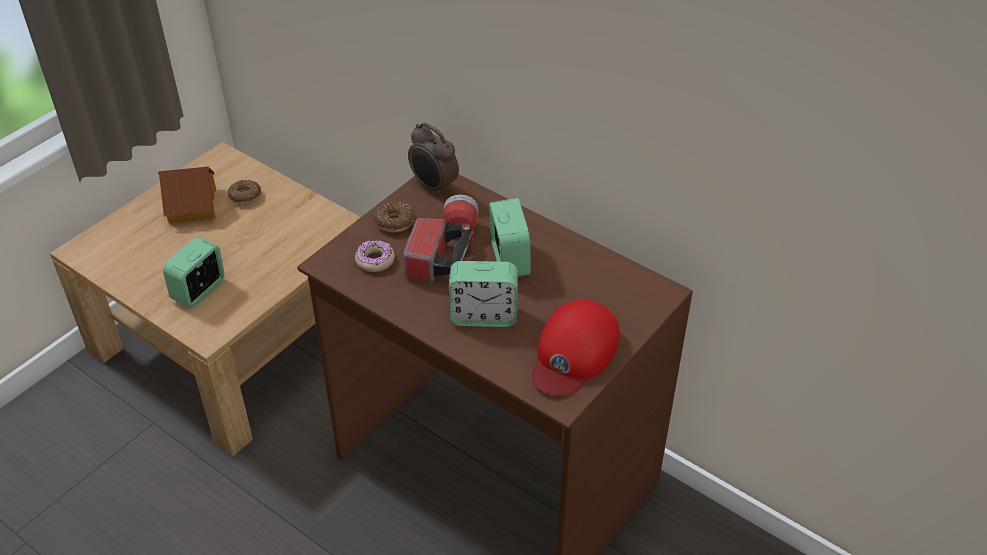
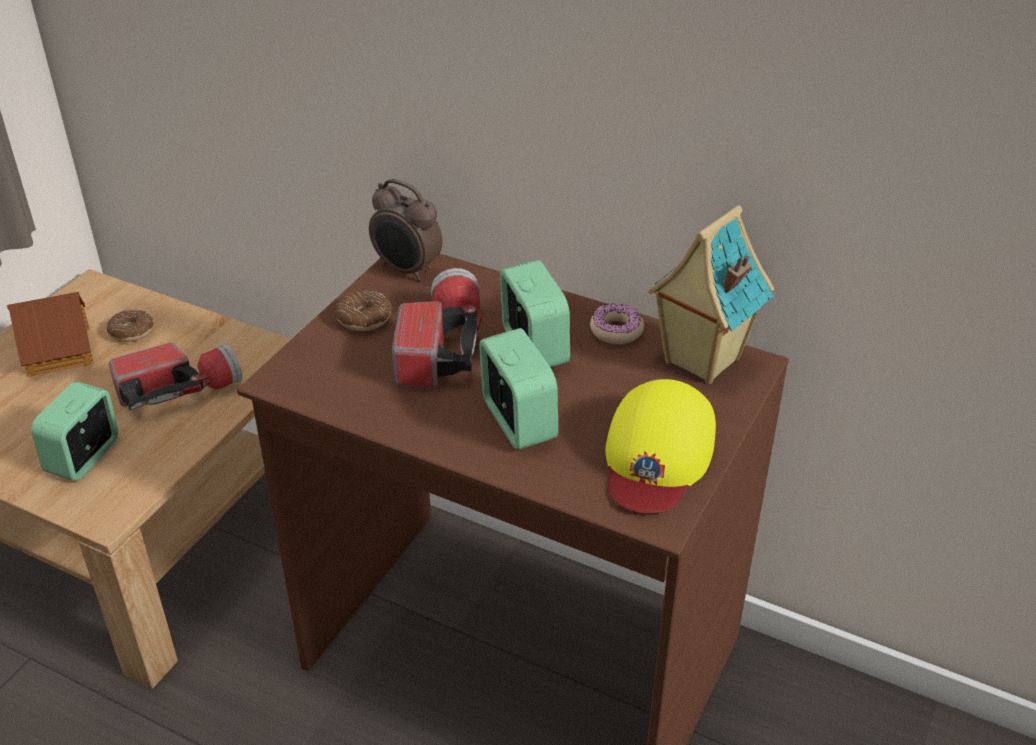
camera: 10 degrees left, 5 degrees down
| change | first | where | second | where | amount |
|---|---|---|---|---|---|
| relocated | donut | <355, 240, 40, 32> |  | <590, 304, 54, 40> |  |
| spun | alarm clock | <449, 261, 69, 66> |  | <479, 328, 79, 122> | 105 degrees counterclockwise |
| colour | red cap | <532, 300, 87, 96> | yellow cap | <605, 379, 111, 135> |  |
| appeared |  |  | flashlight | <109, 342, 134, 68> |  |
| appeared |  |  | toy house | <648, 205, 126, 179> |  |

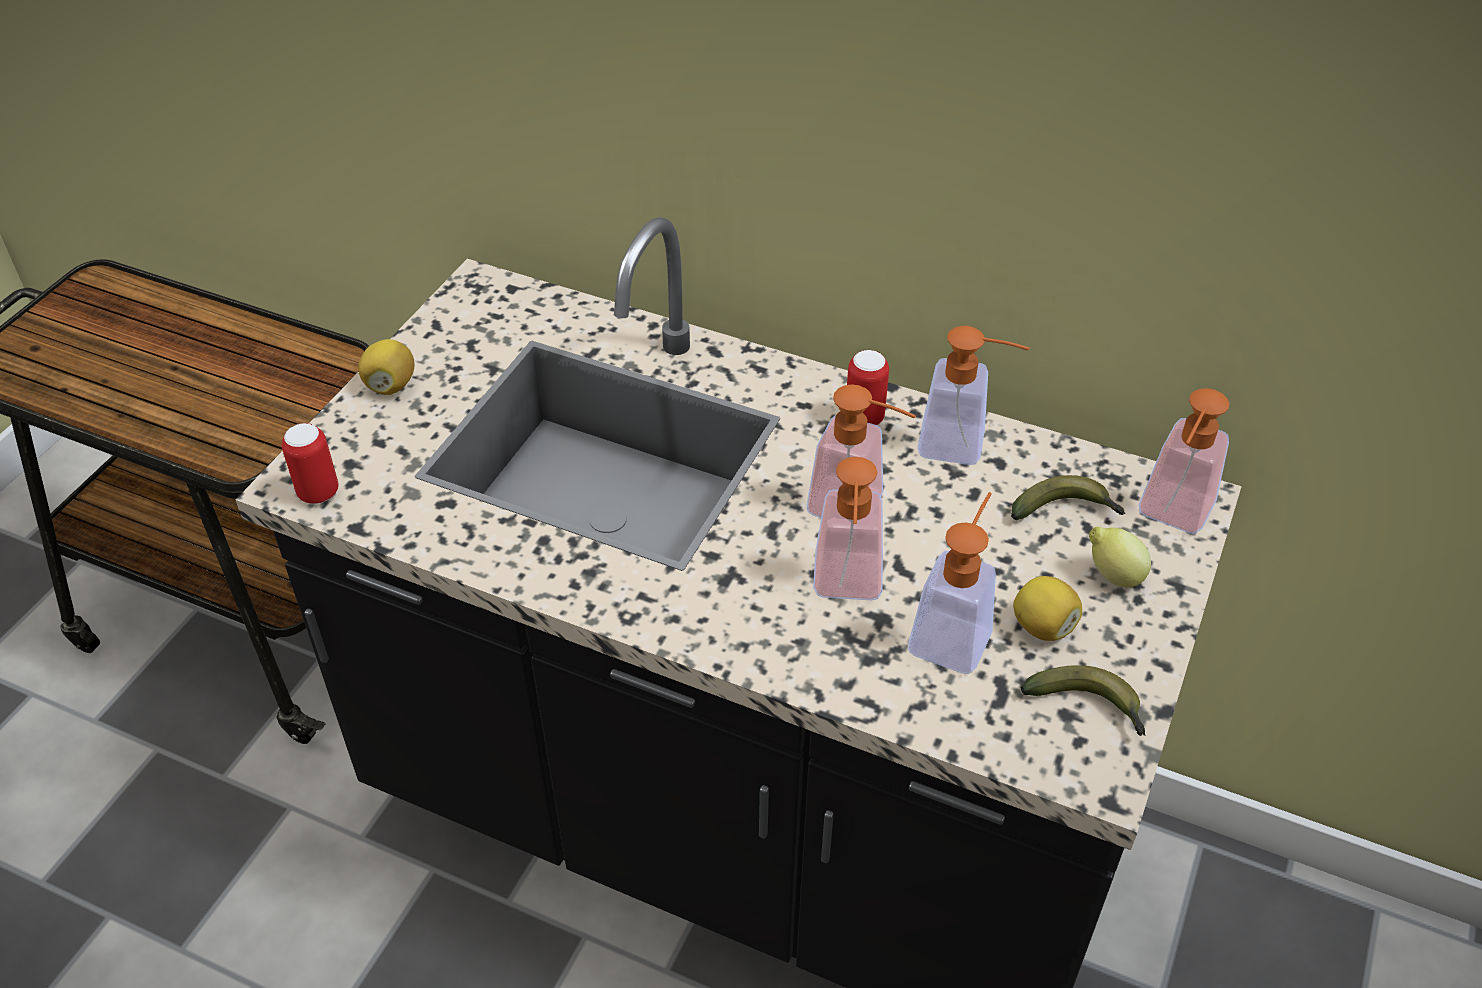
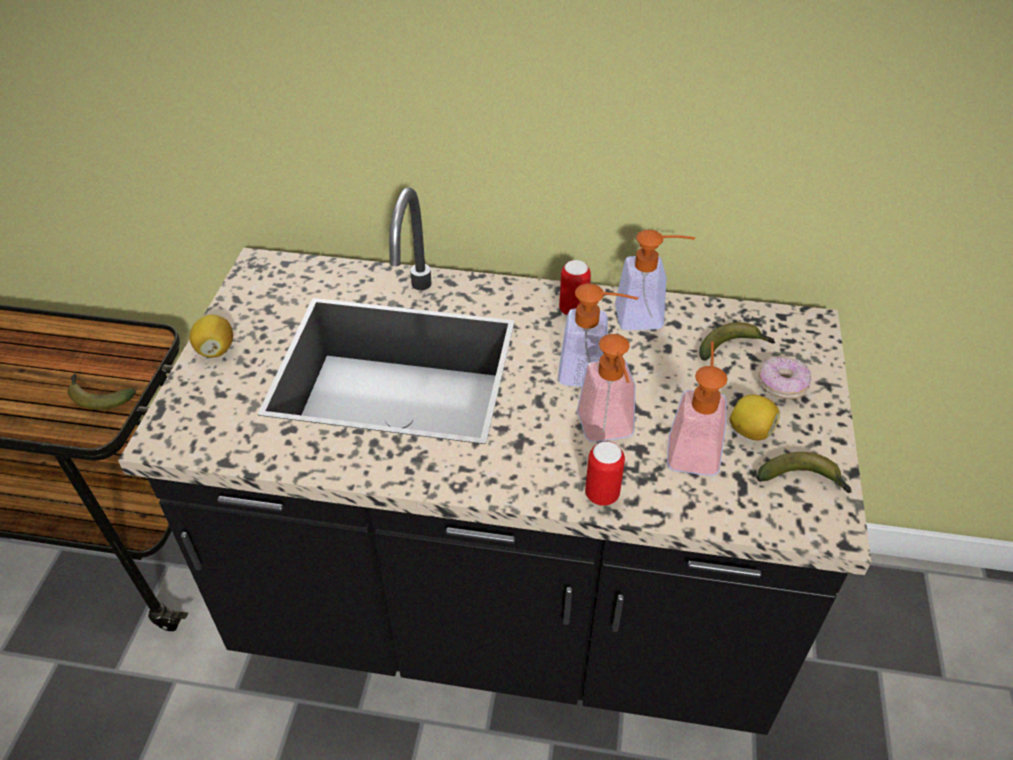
camera: 15 degrees left, 0 degrees up
| change | first | where | second | where | amount |
|---|---|---|---|---|---|
| relocated | can | <282, 423, 57, 81> |  | <585, 441, 40, 65> |  |
| exchanged | lemon | <1089, 527, 62, 60> | donut | <758, 357, 53, 42> |  |
| missing | soap dispenser | <1139, 388, 90, 146> |  |  |  |
| appeared |  |  | banana | <67, 374, 69, 36> |  |

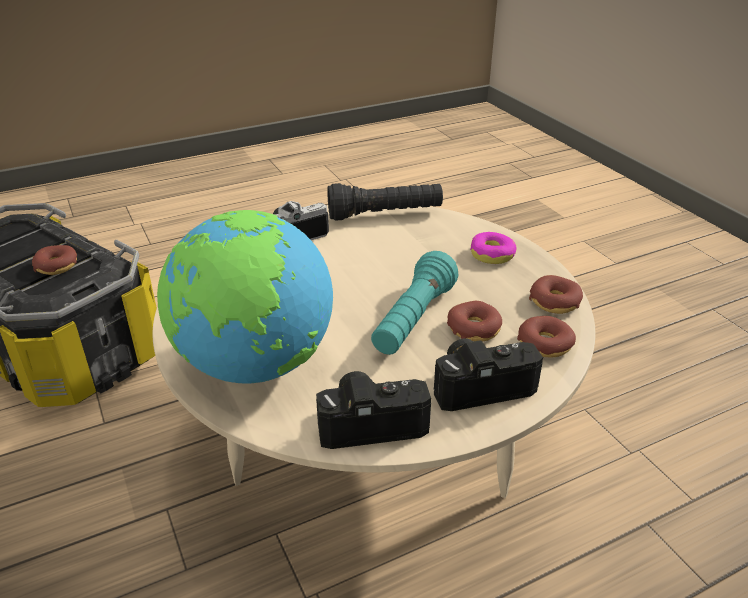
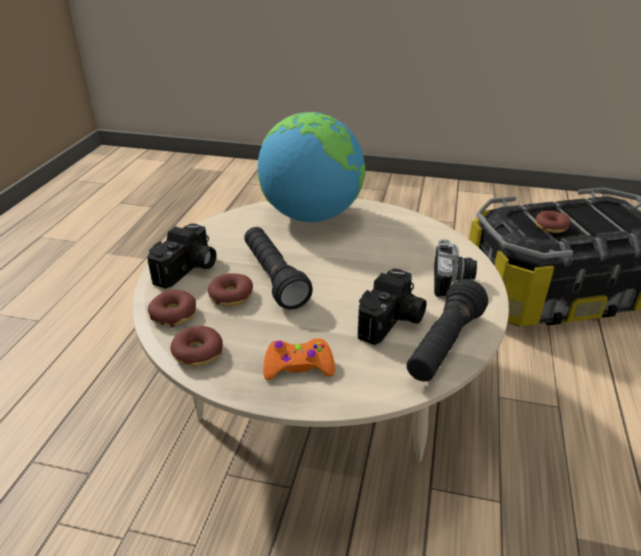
camera: 130 degrees right, 0 degrees up
| change | first | where | second | where | amount |
|---|---|---|---|---|---|
| relocated | photo camera | <316, 371, 115, 78> |  | <358, 268, 69, 77> |  |
| colour | turquoise flashlight | <371, 251, 87, 104> | black flashlight | <244, 227, 69, 83> |  |
| exchanged | donut | <470, 232, 47, 32> | orange game controller | <263, 338, 72, 42> |  |

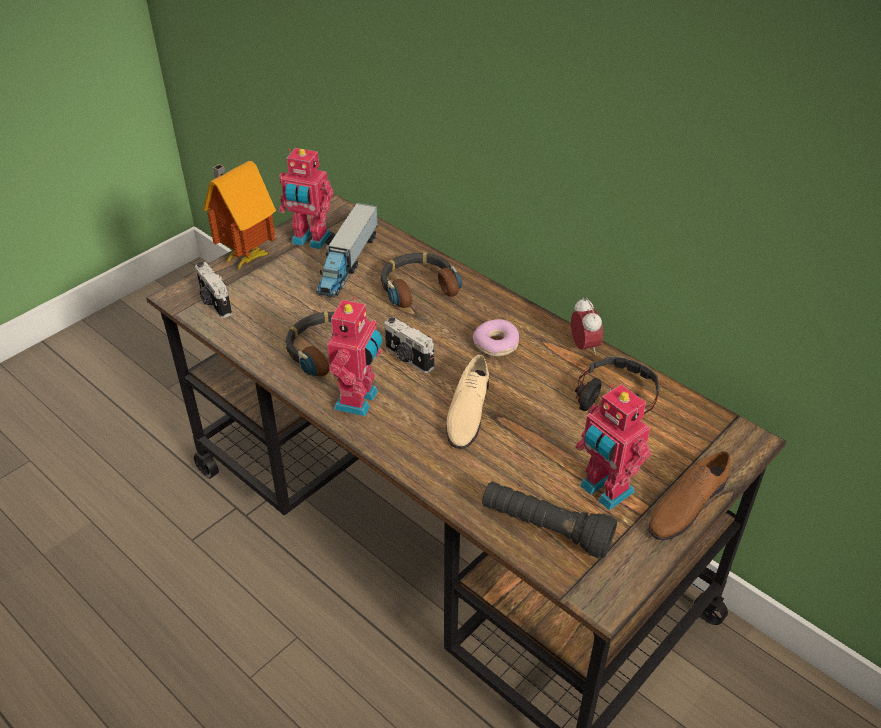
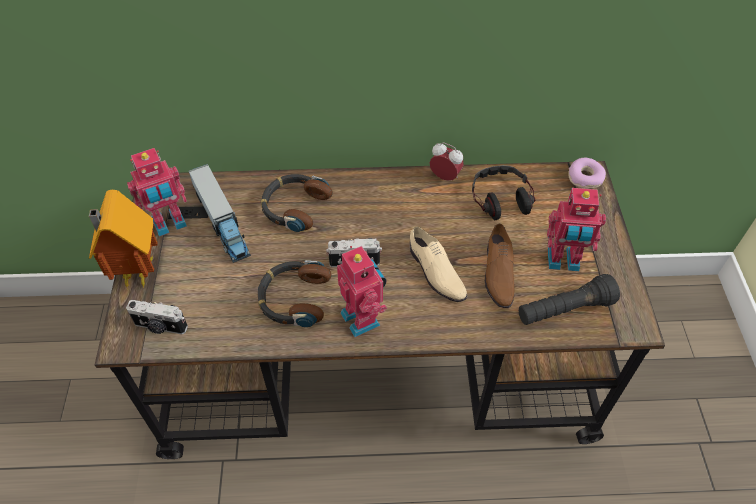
camera: 45 degrees left, 10 degrees up
| change | first | where | second | where | amount |
|---|---|---|---|---|---|
| relocated | donut | <473, 319, 46, 37> |  | <568, 158, 38, 31> |  |
| relocated | brown shoe | <648, 451, 83, 90> |  | <485, 224, 29, 84> |  |

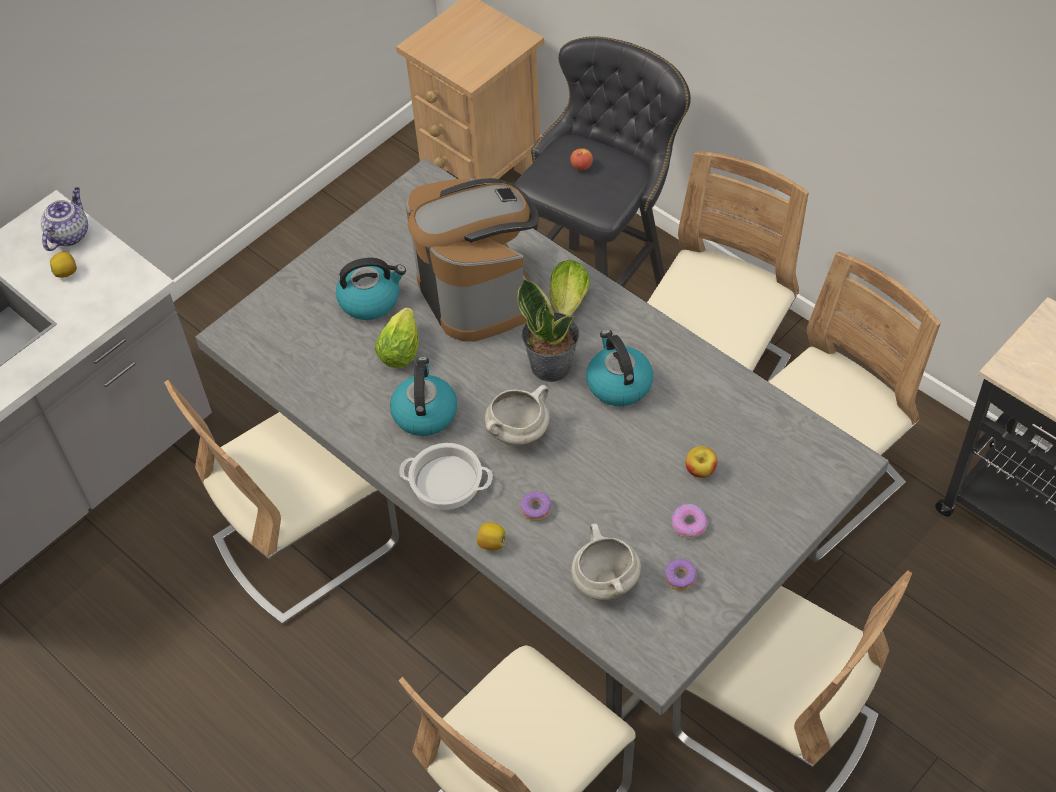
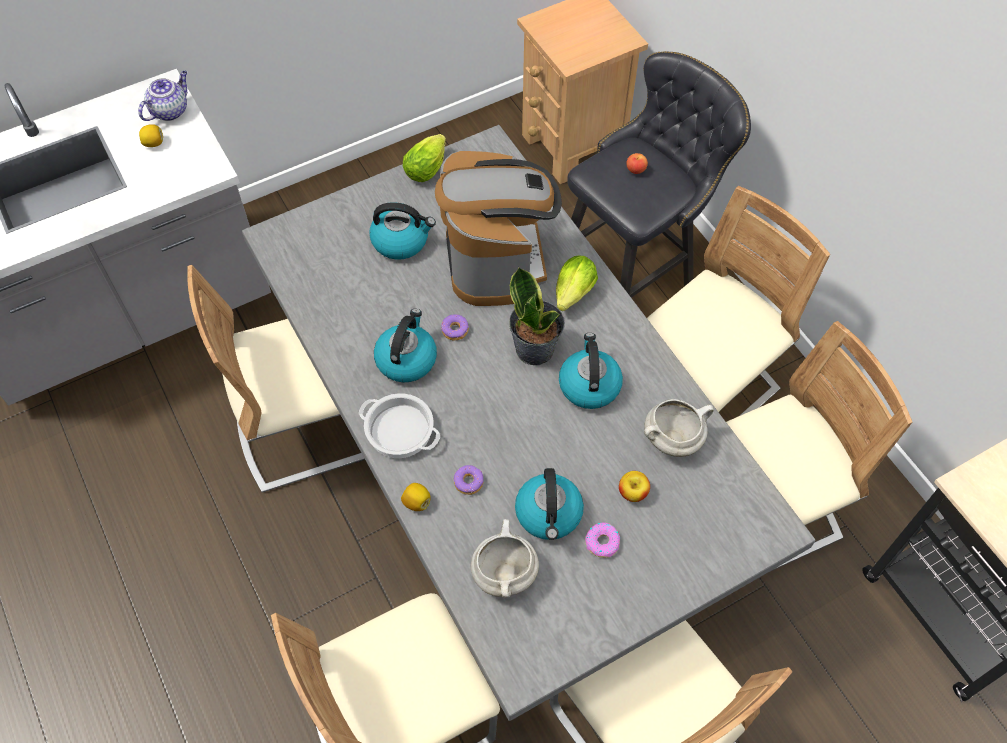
camera: 15 degrees right, 5 degrees up
| change | first | where | second | where | amount |
|---|---|---|---|---|---|
| relocated | lettuce | <375, 307, 44, 61> |  | <403, 134, 43, 48> |  |
| relocated | white cooking pot | <485, 385, 65, 61> |  | <644, 399, 70, 58> |  |
| relocated | donut | <664, 559, 33, 32> |  | <441, 314, 28, 27> |  |
| appeared |  |  | kettle | <515, 468, 69, 72> |  |

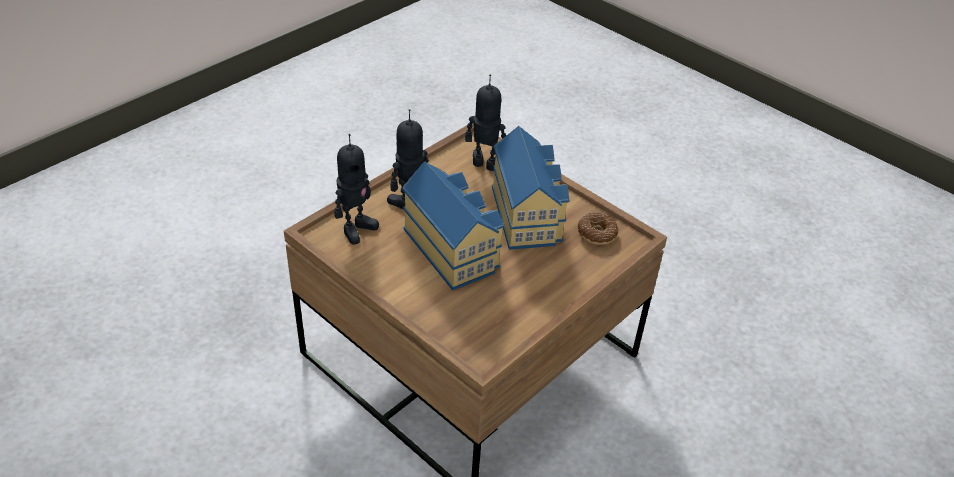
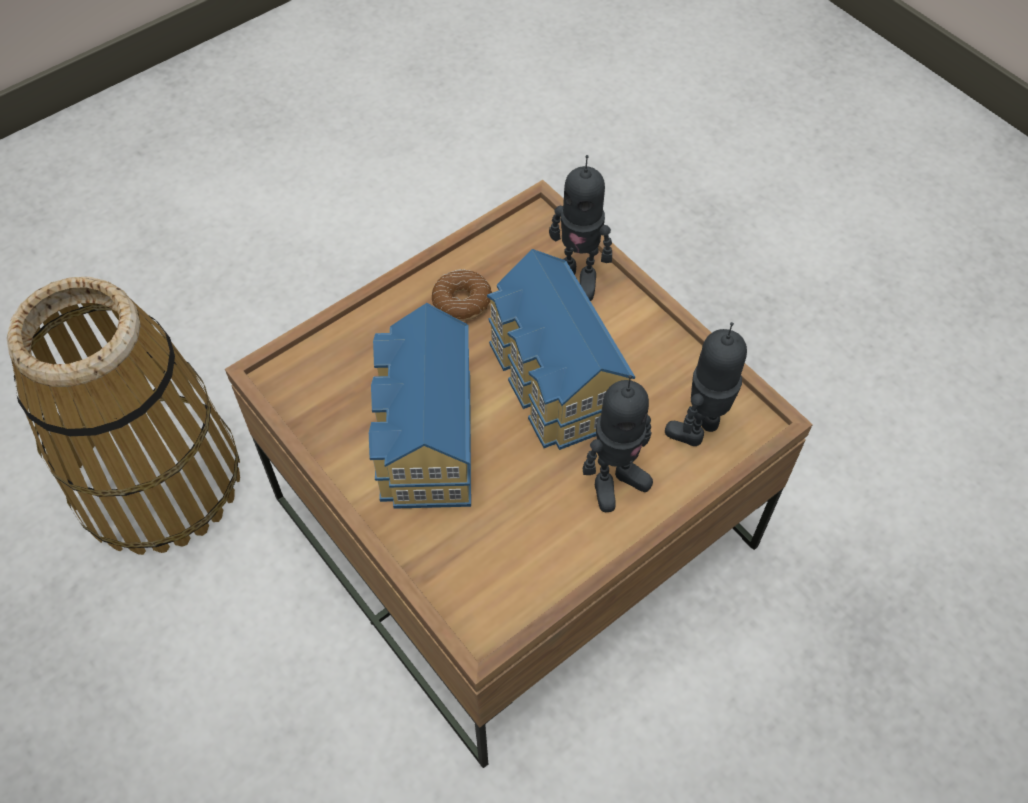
camera: 170 degrees left, 15 degrees up
| change | first | where | second | where | amount |
|---|---|---|---|---|---|
| relocated | toy robot | <465, 74, 41, 97> |  | <549, 155, 63, 146> |  |
| relocated | donut | <578, 212, 41, 33> |  | <432, 269, 60, 52> |  |
| appeared |  |  | basket | <7, 277, 233, 278> |  |

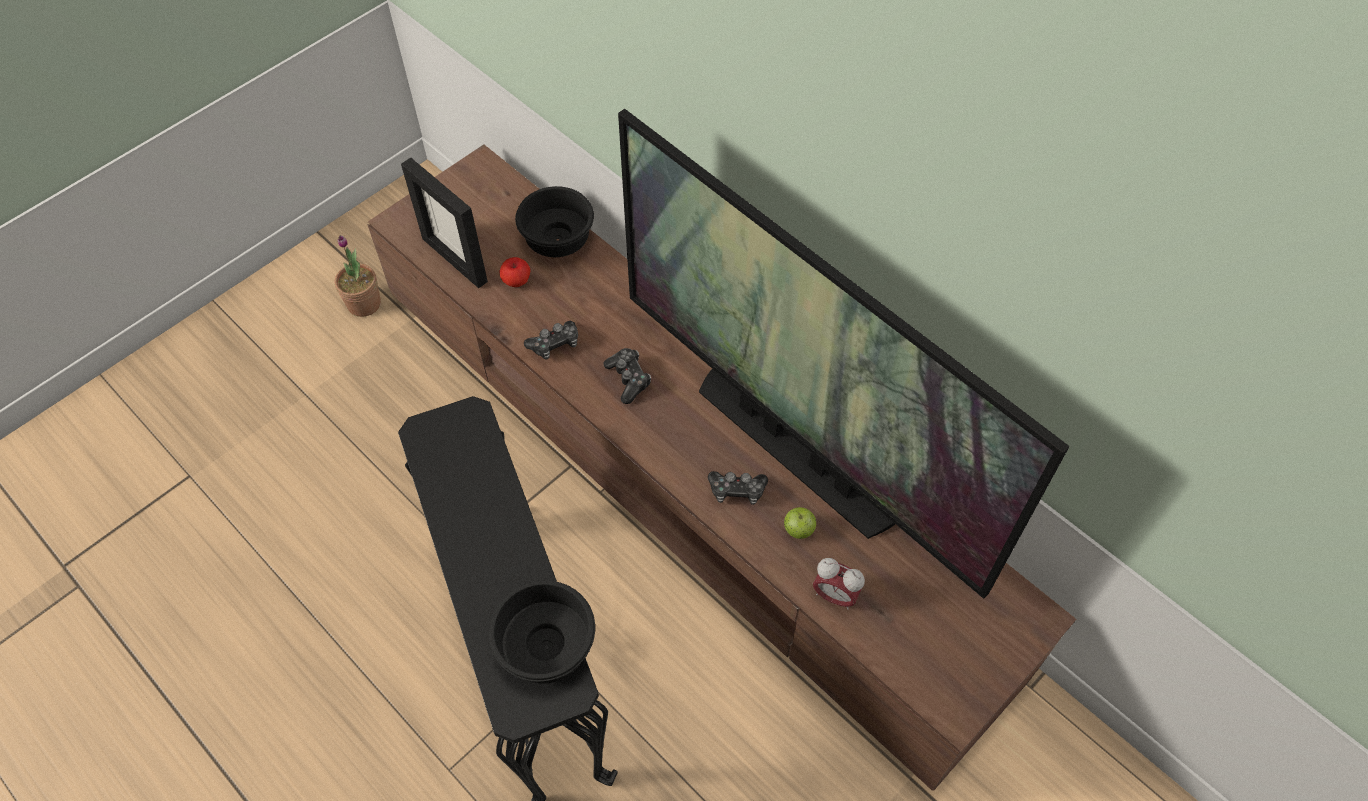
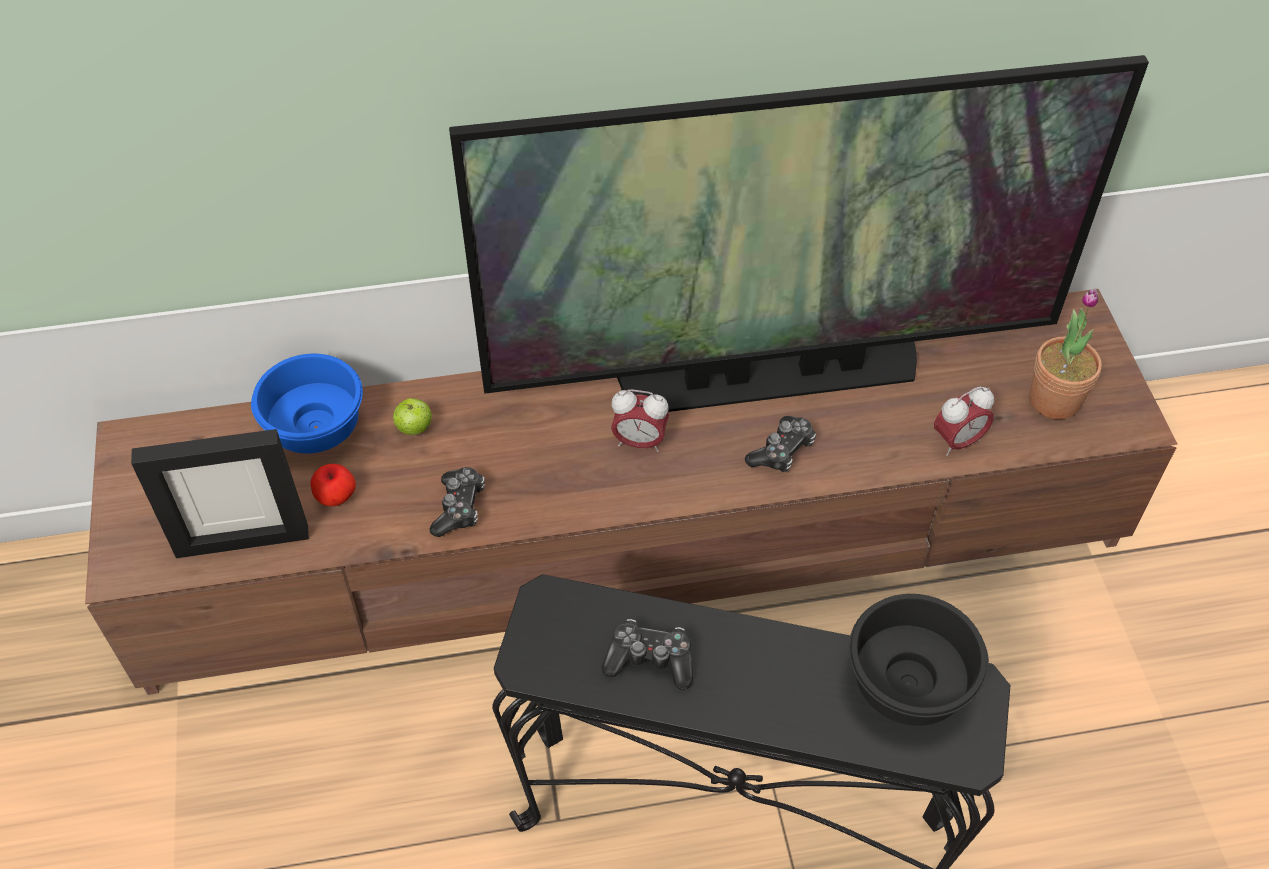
camera: 55 degrees left, 5 degrees down
| change | first | where | second | where | amount |
|---|---|---|---|---|---|
| relocated | potted plant | <334, 235, 47, 82> |  | <1029, 289, 73, 130> |  |
| colour | black bowl | <515, 186, 79, 71> | blue bowl | <251, 354, 112, 100> |  |
| relocated | game controller | <603, 348, 48, 56> |  | <602, 619, 91, 71> |  |
| relocated | apple | <784, 507, 32, 32> |  | <393, 398, 39, 37> |  |
| appeared |  |  | alarm clock | <611, 389, 58, 63> |  |

